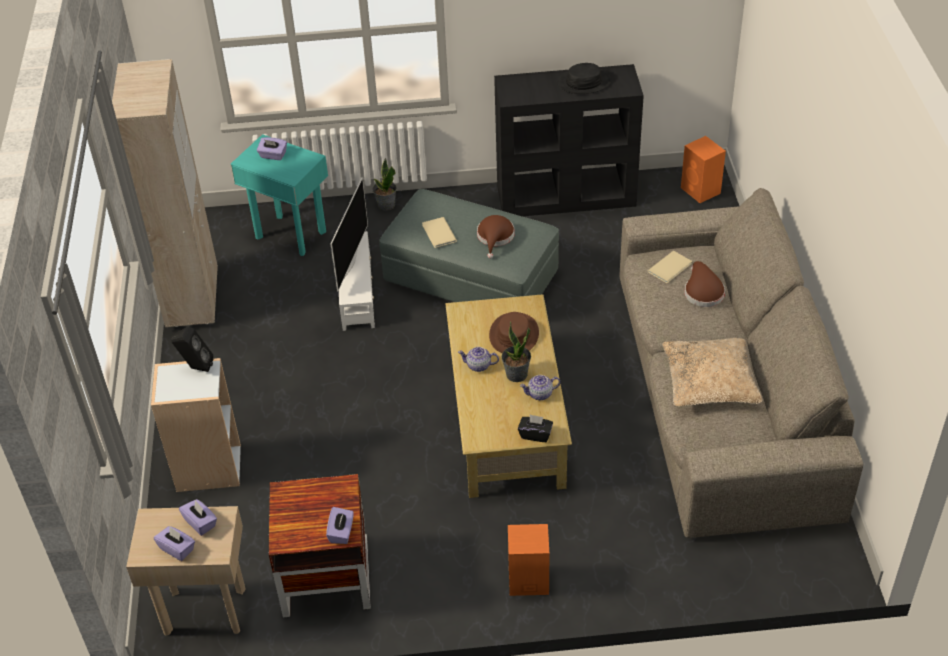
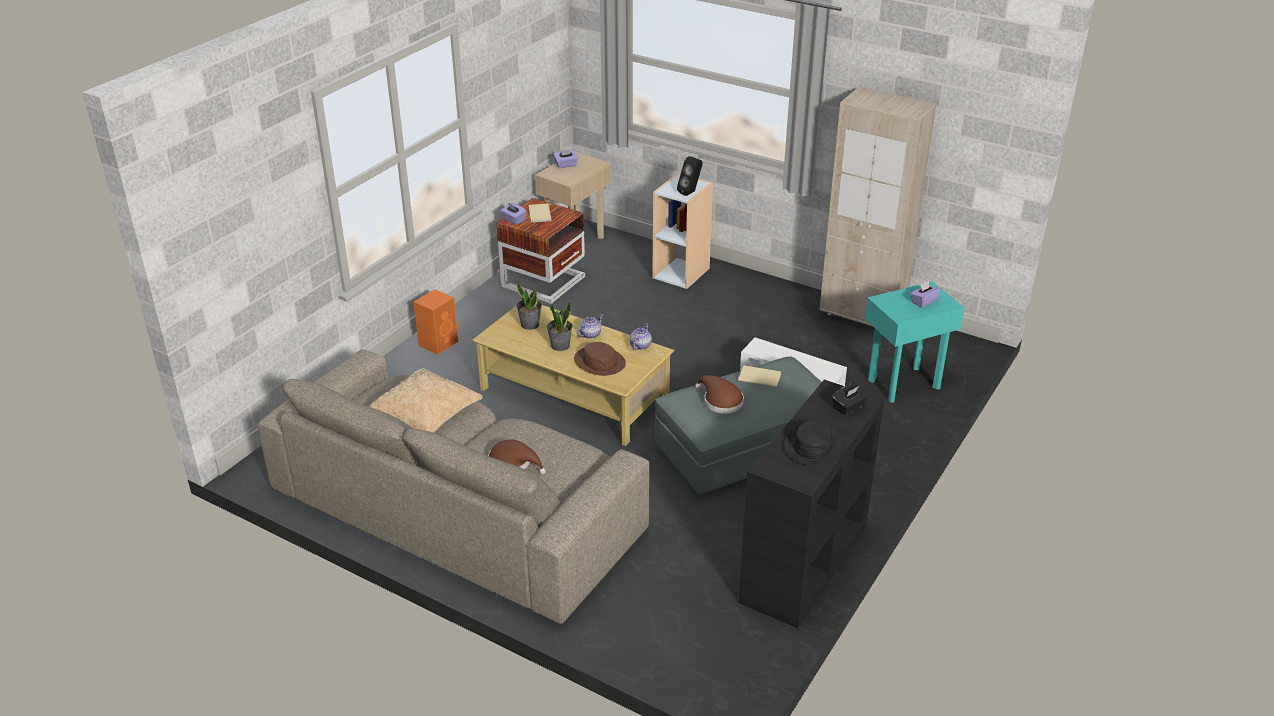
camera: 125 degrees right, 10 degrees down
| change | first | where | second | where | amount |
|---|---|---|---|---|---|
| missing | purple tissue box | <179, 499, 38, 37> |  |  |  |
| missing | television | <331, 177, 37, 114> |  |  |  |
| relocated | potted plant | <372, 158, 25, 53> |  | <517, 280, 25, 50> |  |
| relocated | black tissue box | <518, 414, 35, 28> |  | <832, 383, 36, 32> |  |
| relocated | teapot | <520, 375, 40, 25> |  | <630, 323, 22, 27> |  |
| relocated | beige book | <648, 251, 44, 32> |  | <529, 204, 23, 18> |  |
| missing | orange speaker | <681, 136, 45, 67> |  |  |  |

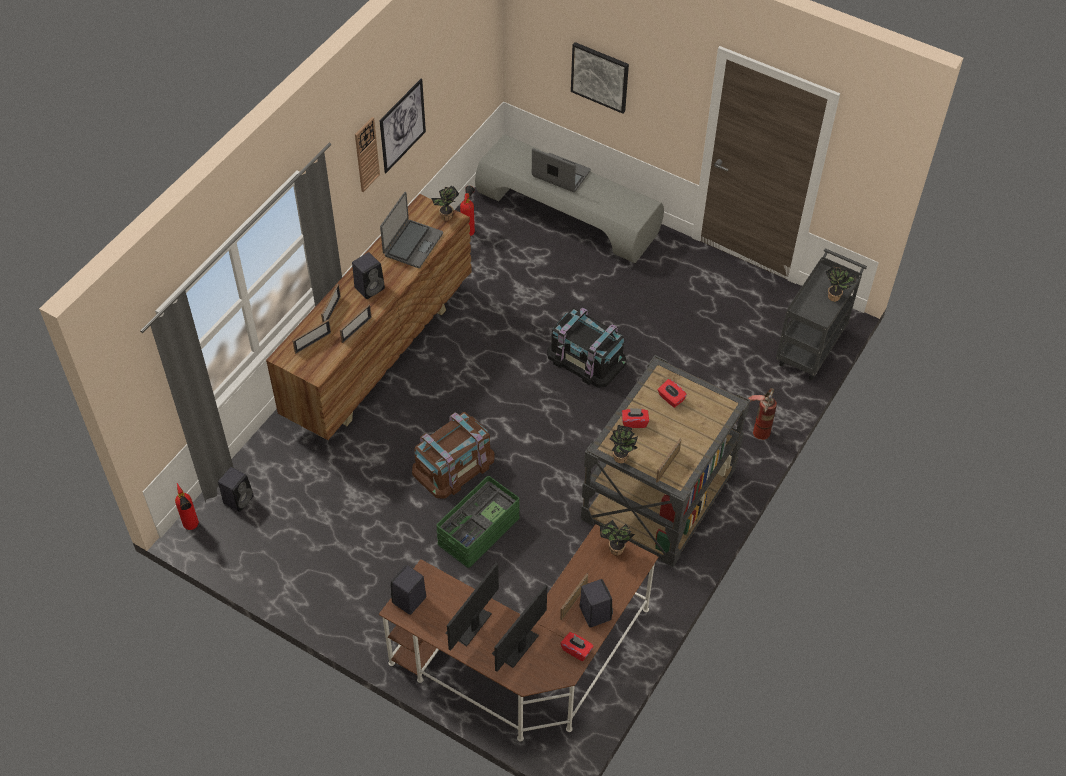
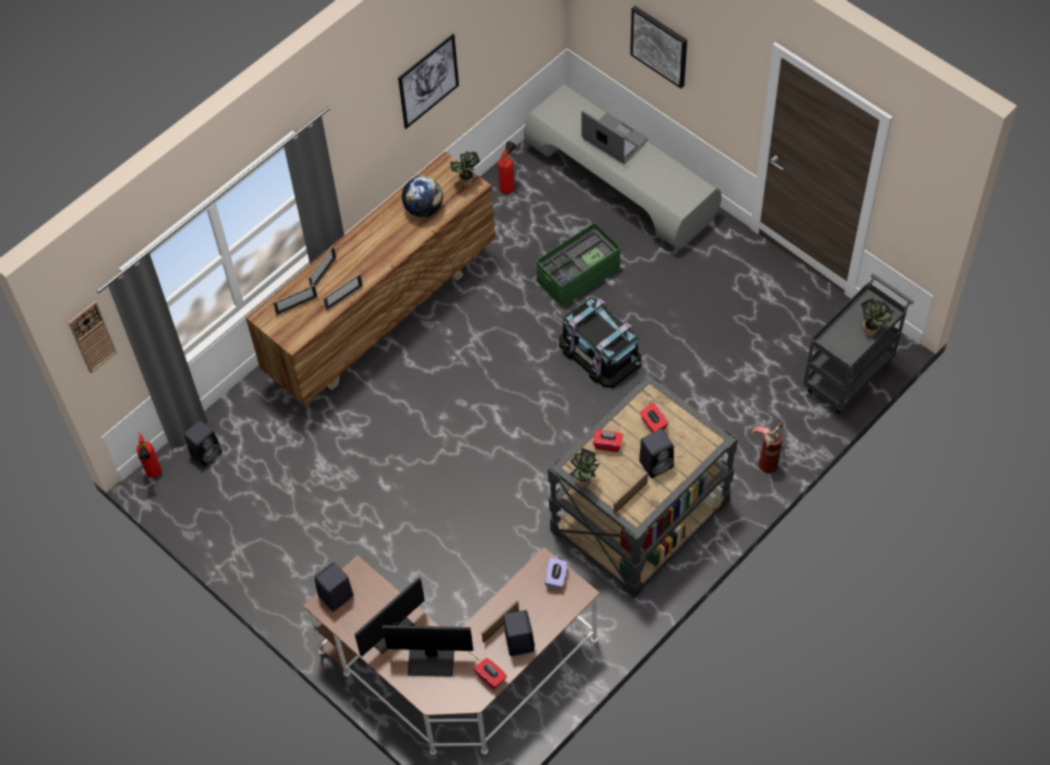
camera: 15 degrees right, 5 degrees up
| change | first | where | second | where | amount |
|---|---|---|---|---|---|
| relocated | black speaker | <352, 252, 33, 47> |  | <639, 429, 35, 49> |  |
| relocated | wall clock | <355, 117, 25, 75> |  | <68, 301, 49, 72> |  |
| exchanged | laptop | <380, 192, 63, 76> | globe | <402, 176, 41, 41> |  |
| missing | brown storage box | <412, 412, 83, 86> |  |  |  |
| relocated | green storage box | <437, 476, 83, 92> |  | <536, 223, 84, 84> |  |
| spun | monitor | <492, 584, 55, 88> |  | <382, 625, 91, 52> | 135 degrees counterclockwise |
| exchanged | potted plant | <600, 520, 35, 35> | purple tissue box | <545, 557, 22, 32> |  |

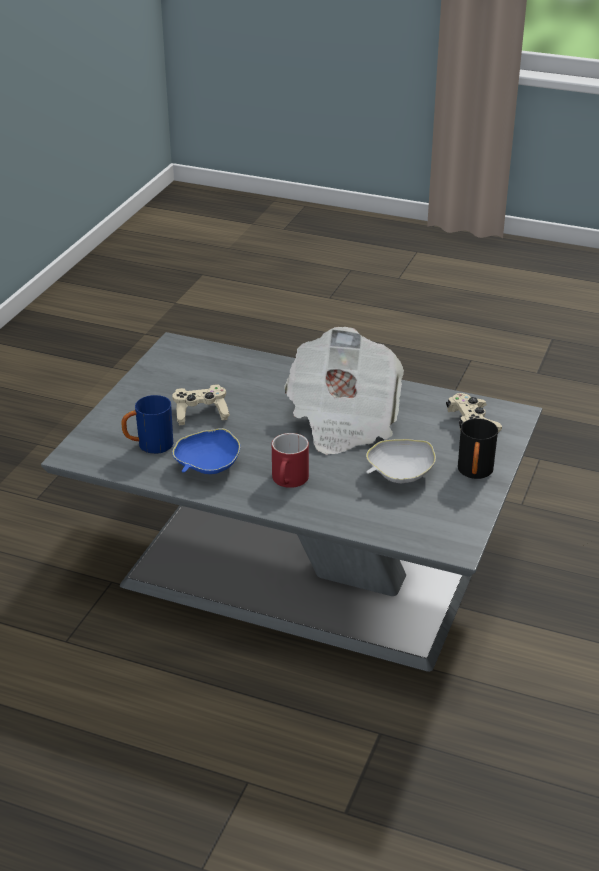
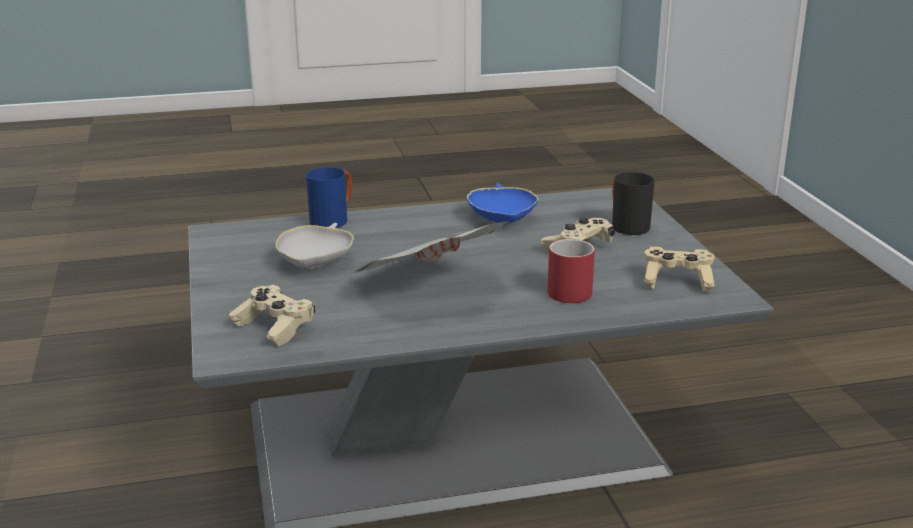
camera: 145 degrees right, 10 degrees down
| change | first | where | second | where | amount |
|---|---|---|---|---|---|
| relocated | blue mug | <121, 395, 52, 59> |  | <306, 167, 46, 61> |  |
| relocated | red mug | <272, 433, 37, 55> |  | <547, 239, 48, 64> |  |
| relocated | black mug | <458, 418, 40, 61> |  | <612, 172, 43, 63> |  |
| appeared |  |  | beige game controller | <644, 246, 71, 46> |  |

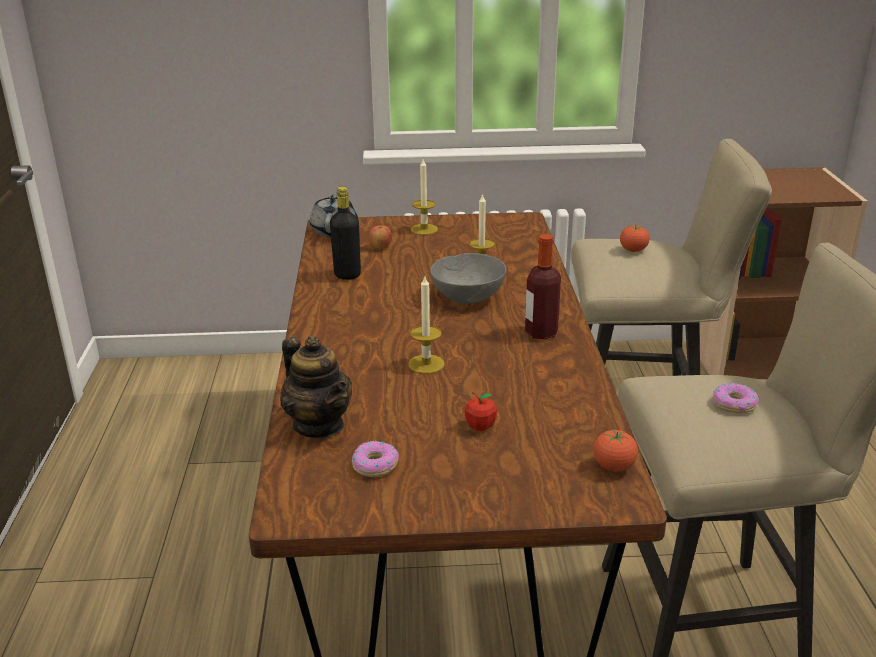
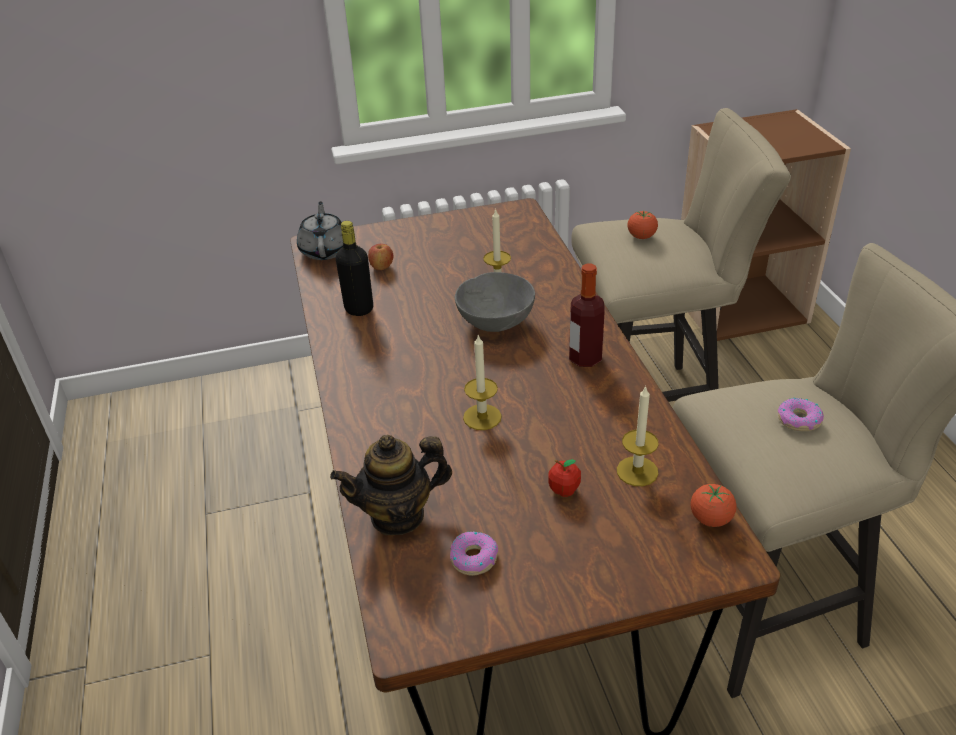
camera: 10 degrees left, 10 degrees up
| change | first | where | second | where | amount |
|---|---|---|---|---|---|
| spun | teapot | <280, 336, 72, 102> |  | <330, 435, 122, 100> | 120 degrees clockwise |
| relocated | candle | <411, 159, 27, 76> |  | <617, 385, 42, 101> |  |

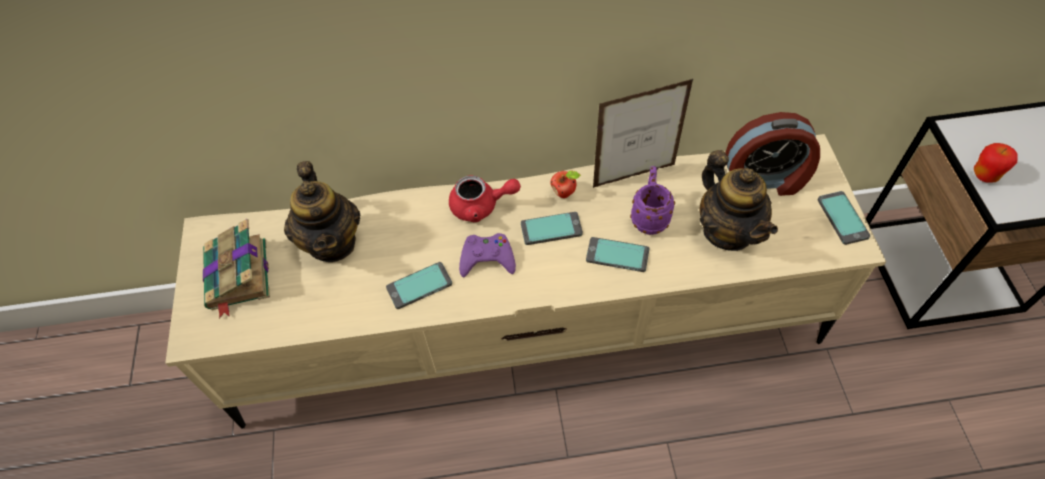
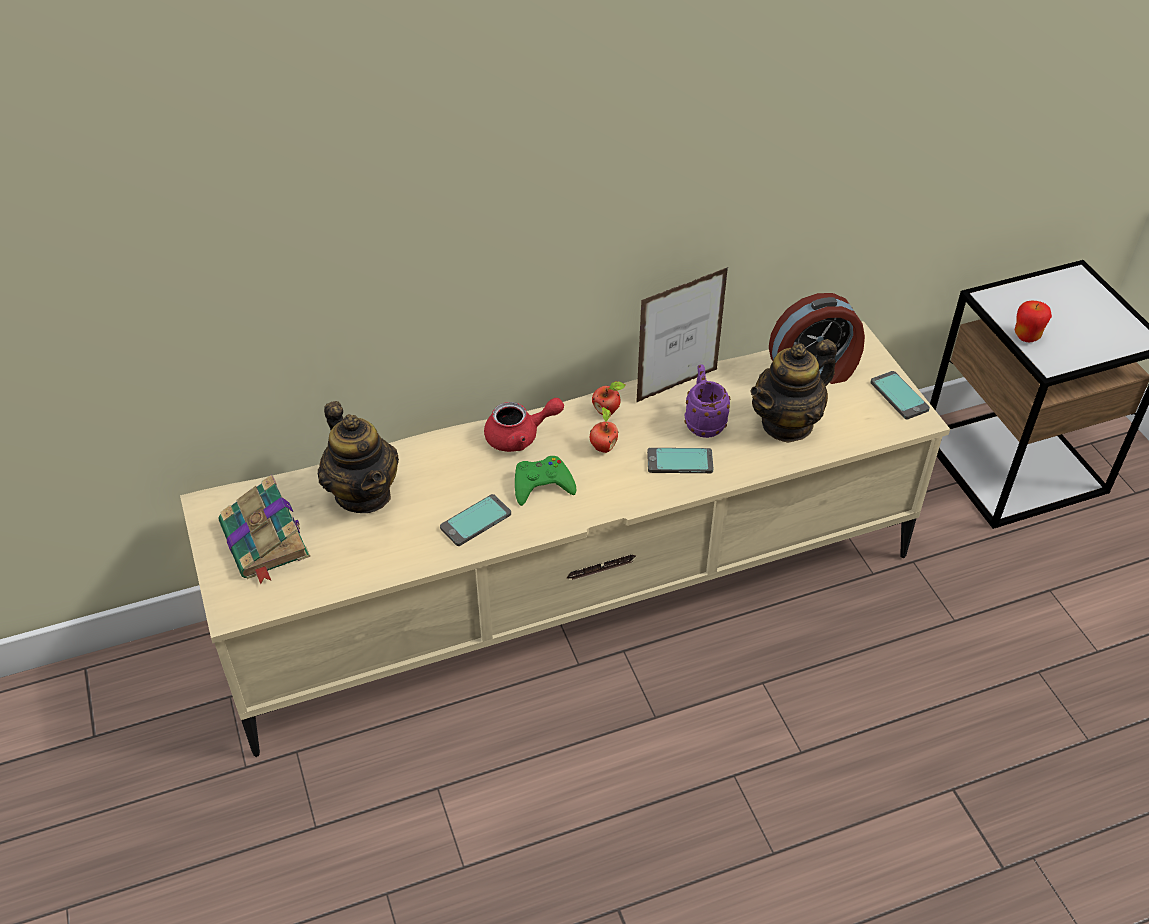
camera: 15 degrees left, 10 degrees down
| change | first | where | second | where | amount |
|---|---|---|---|---|---|
| colour | purple game controller | <459, 233, 57, 44> | green game controller | <515, 456, 62, 50> |  |
| exchanged | phone | <521, 212, 62, 33> | apple | <590, 407, 29, 46> |  |
| spun | teapot | <699, 150, 79, 101> |  | <750, 339, 87, 104> | 90 degrees clockwise |

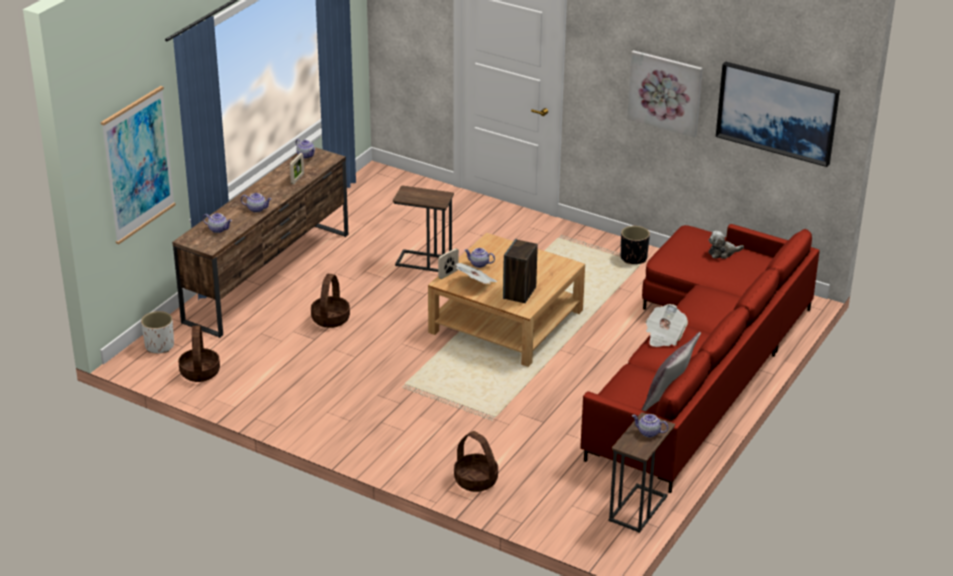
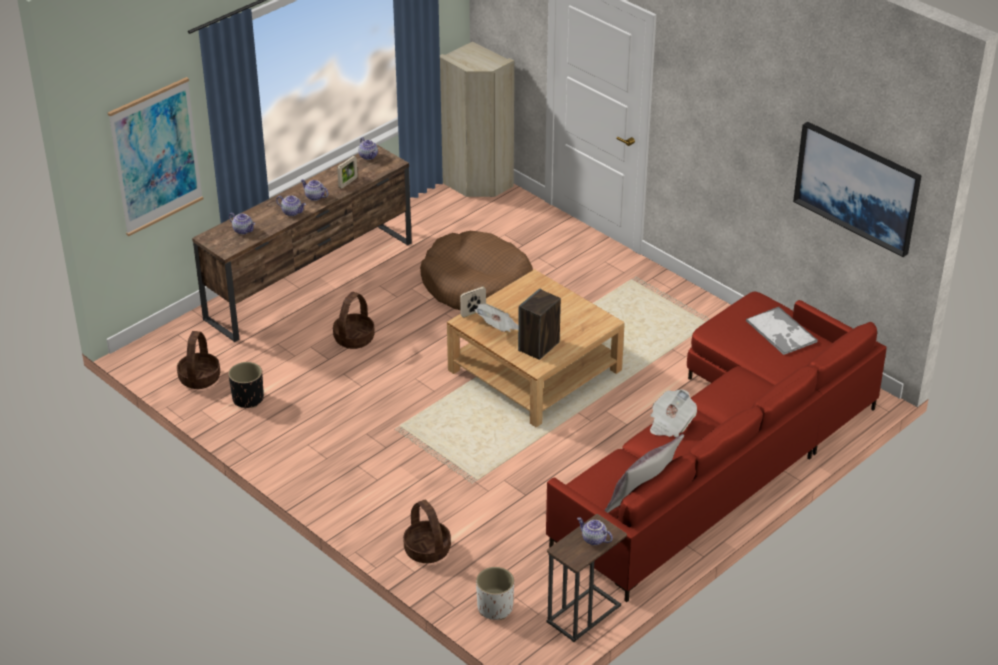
camera: 15 degrees right, 5 degrees up
| change | first | where | second | where | amount |
|---|---|---|---|---|---|
| relocated | white planter | <141, 311, 33, 42> |  | <476, 567, 38, 53> |  |
| exchanged | brown side table | <393, 185, 61, 87> | brown dog bed | <420, 231, 113, 79> |  |
| relocated | teapot | <465, 248, 30, 20> |  | <301, 179, 27, 22> |  |
| relocated | black planter | <621, 226, 29, 38> |  | <228, 362, 36, 46> |  |
| missing | picture | <627, 50, 76, 87> |  |  |  |
| exchanged | plush toy | <708, 231, 36, 28> | tray | <746, 306, 72, 49> |  |
| appeared |  |  | beige cabinet | <440, 41, 74, 156> |  |

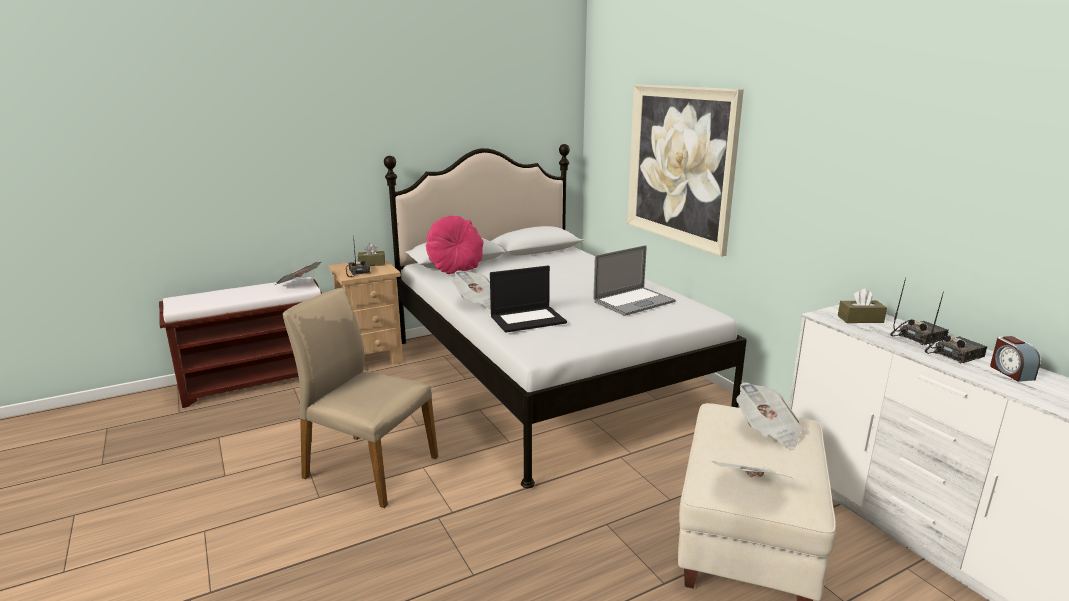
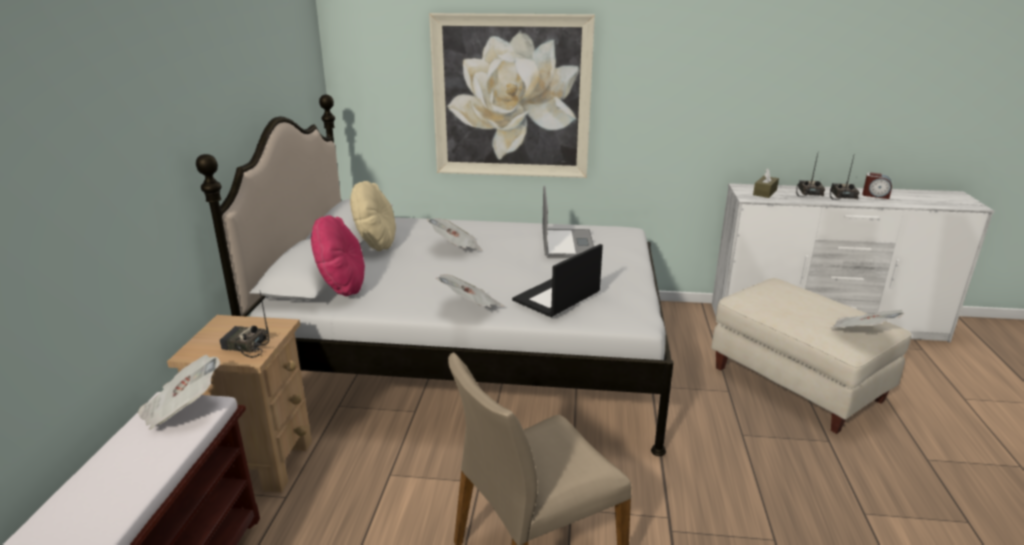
camera: 55 degrees left, 5 degrees up
| change | first | where | second | where | amount |
|---|---|---|---|---|---|
| missing | brown tissue box | <358, 243, 27, 23> |  |  |  |
| spun | laptop | <490, 266, 77, 67> |  | <512, 244, 91, 73> | 150 degrees counterclockwise |
| relocated | newspaper | <736, 382, 68, 68> |  | <427, 218, 55, 33> |  |
| appeared |  |  | beige pillow | <350, 181, 46, 70> |  |

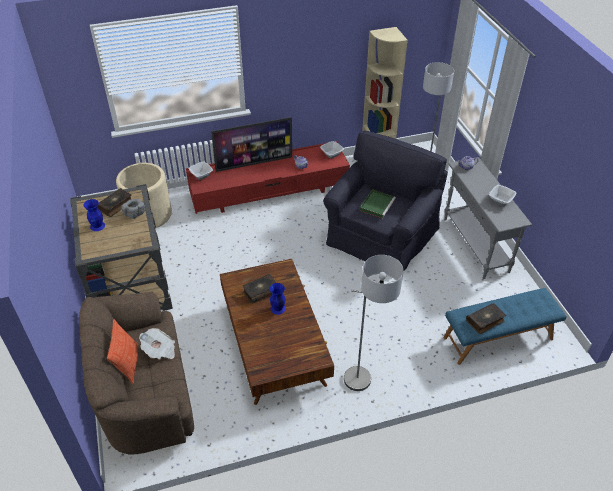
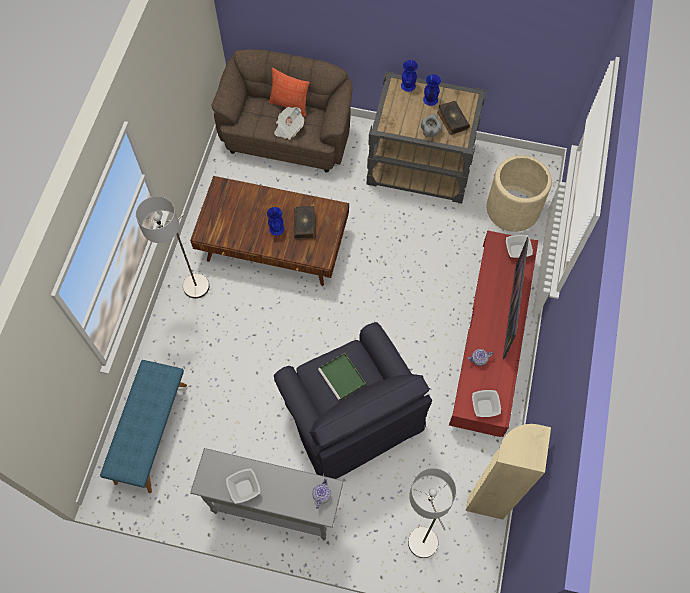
camera: 120 degrees right, 20 degrees up
| change | first | where | second | where | amount |
|---|---|---|---|---|---|
| missing | book | <466, 303, 40, 31> |  |  |  |
| appeared |  |  | blue vase | <401, 60, 17, 32> |  |

